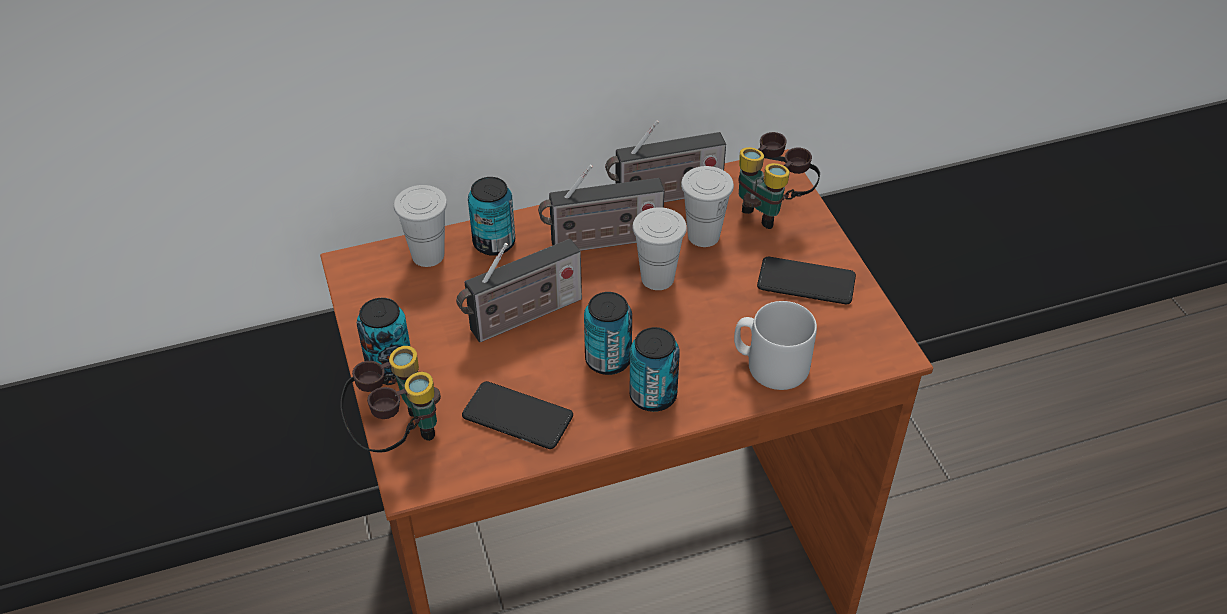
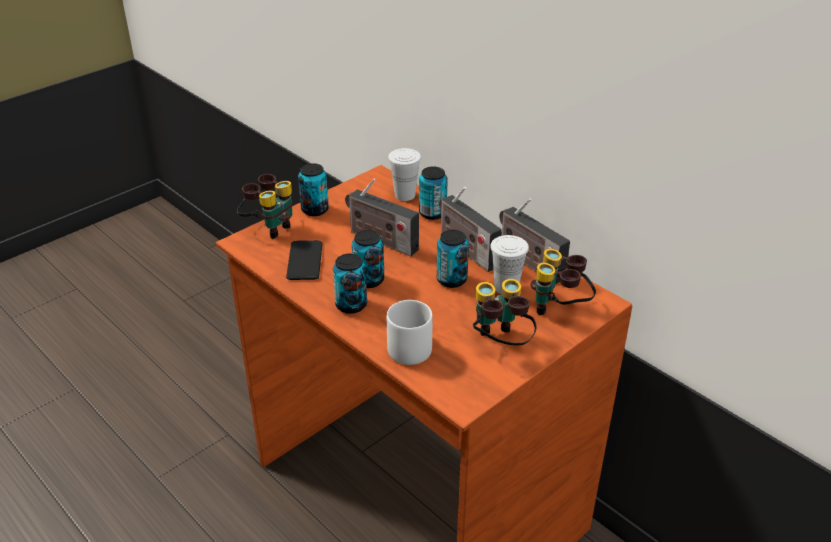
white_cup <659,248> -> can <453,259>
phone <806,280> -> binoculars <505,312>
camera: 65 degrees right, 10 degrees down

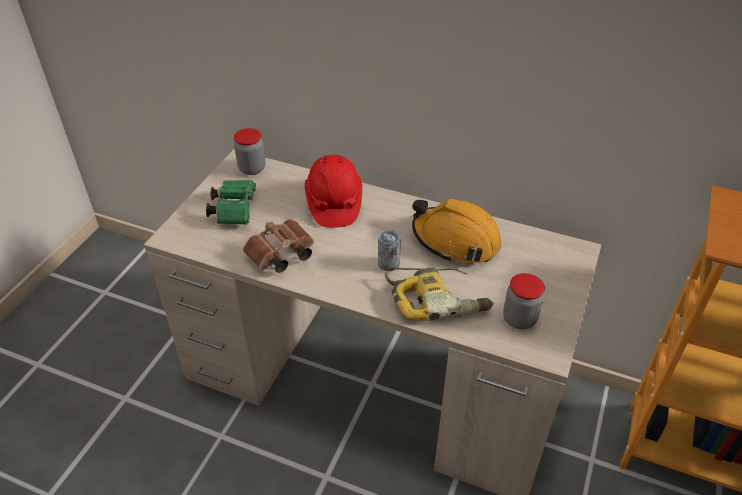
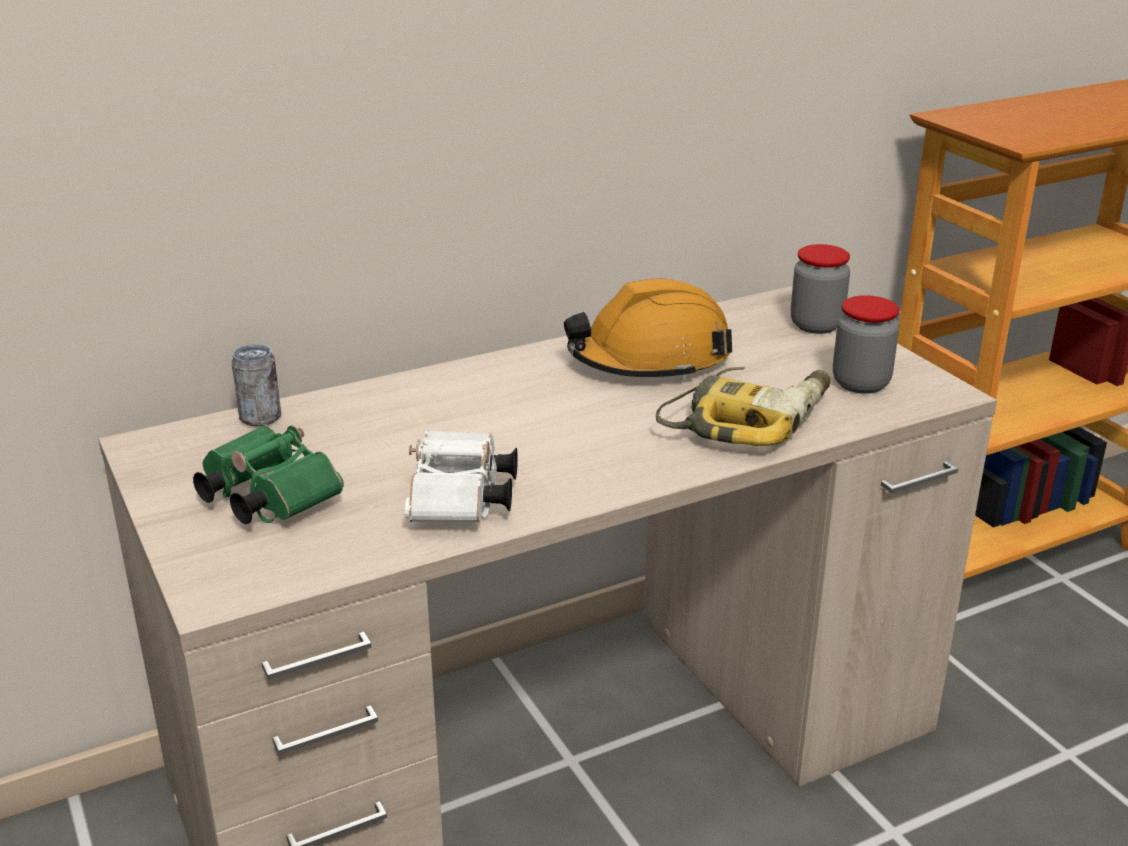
jar <249,151> -> jar <820,289>, moved
brown_binoculars <278,246> -> white_binoculars <461,476>
red_hard_hat <333,191> -> none
can <389,250> -> can <256,385>, moved
camera: 50 degrees left, 15 degrees down

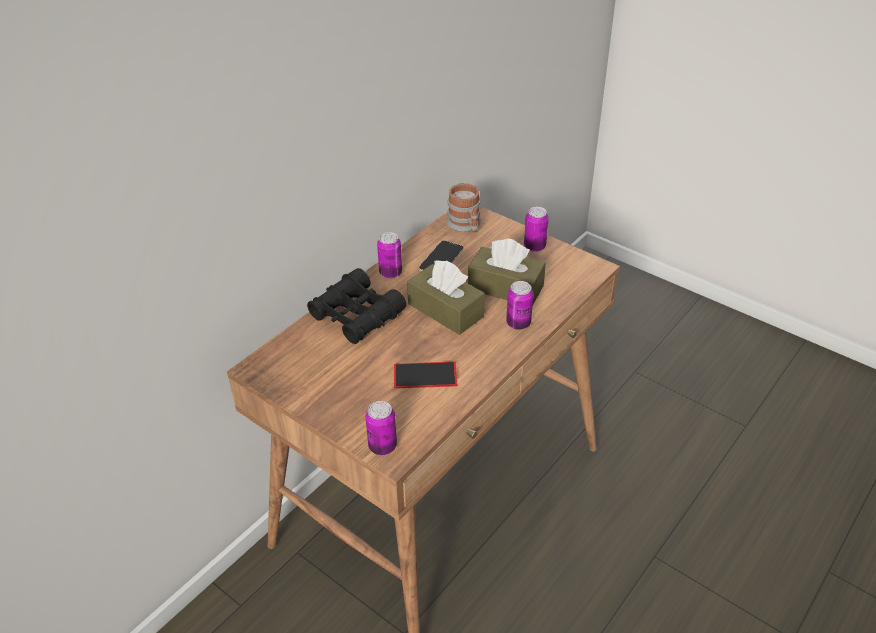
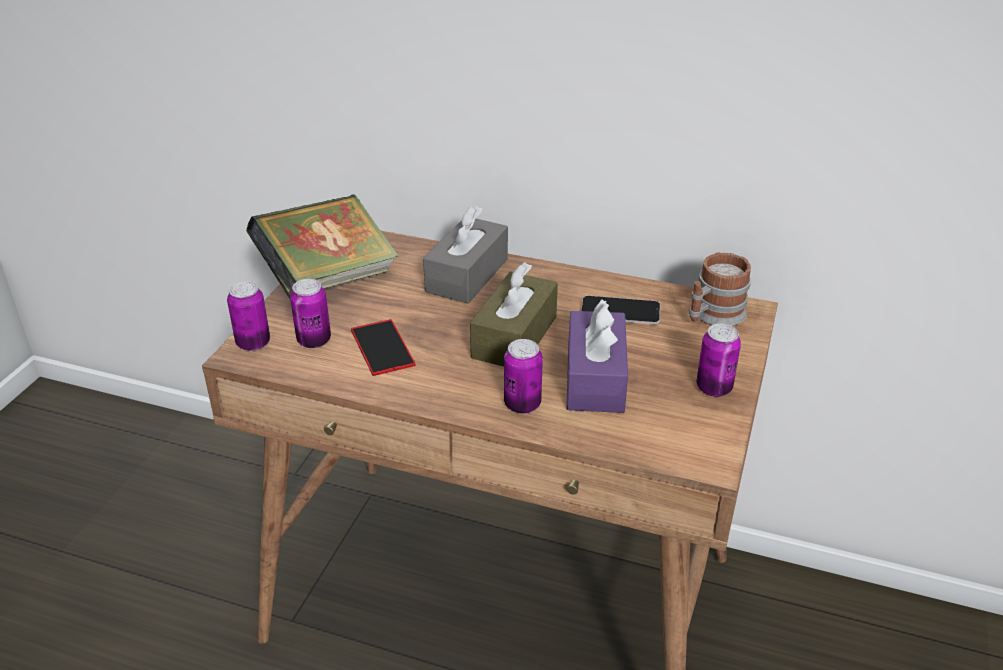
black_binoculars <356,306> -> grey_tissue_box <465,254>
can <389,255> -> can <310,313>, moved
brown_tissue_box <507,271> -> purple_tissue_box <597,356>
none -> book <322,246>
camera: 70 degrees right, 5 degrees down

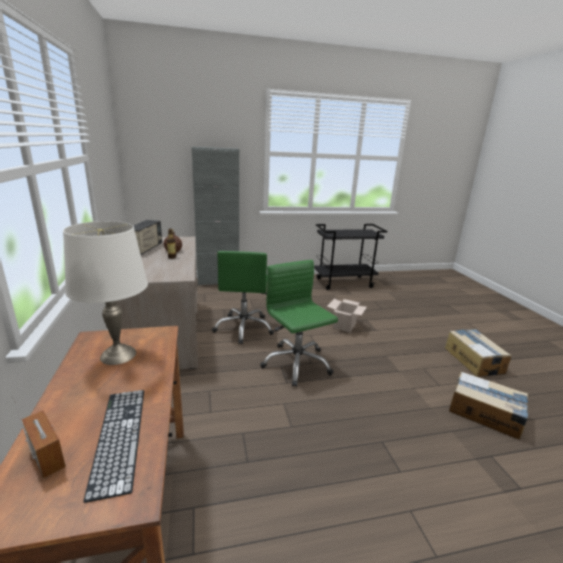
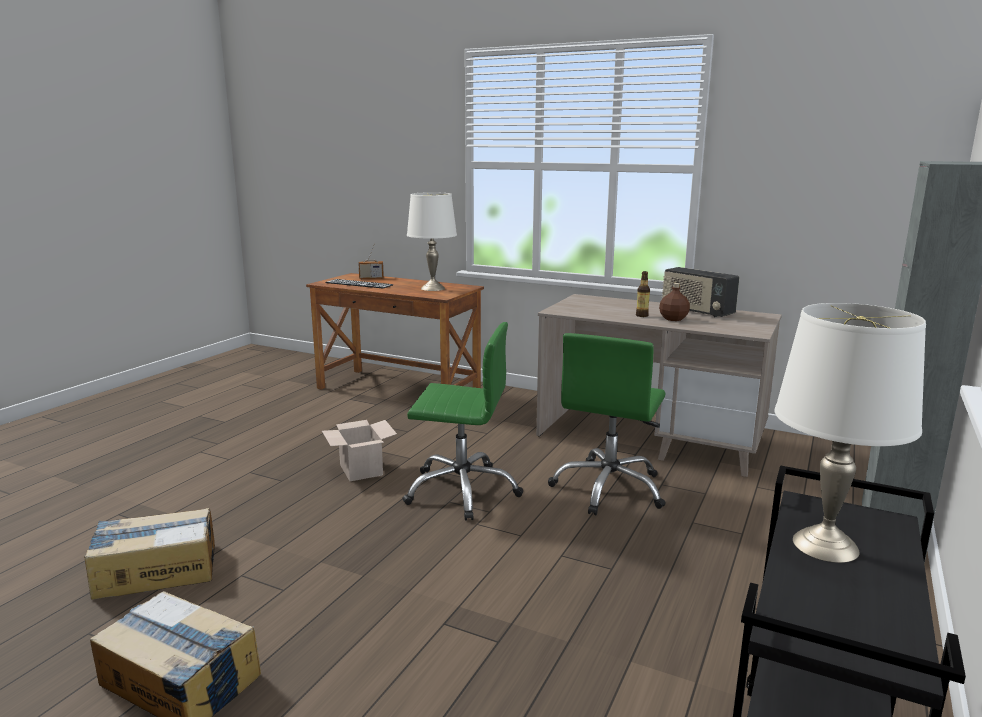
green_office_chair <243,298> -> green_office_chair <607,424>, 105 degrees counterclockwise
cardboard_box <347,315> -> cardboard_box <359,450>, moved
none -> white_table_lamp <850,433>
camera: 130 degrees right, 5 degrees down

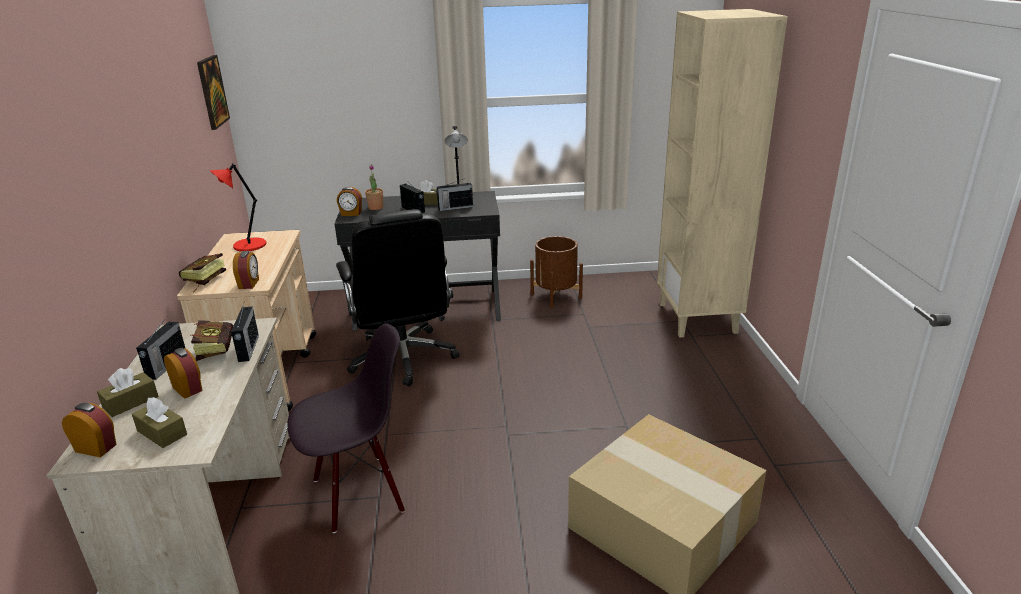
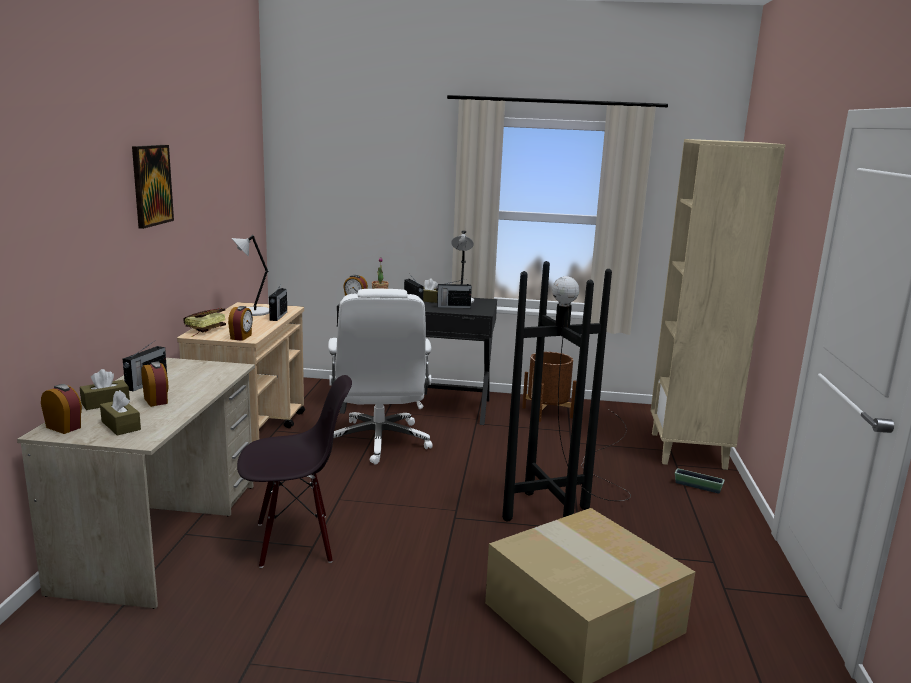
book <212,340> -> none
picture <213,92> -> picture <153,187>, moved
red_table_lamp <238,207> -> grey_table_lamp <250,275>
radio <245,331> -> radio <278,302>, moved
black_office_chair <398,297> -> white_office_chair <380,377>
none -> black_floor_lamp <566,391>
none -> planter <700,480>
camera: 10 degrees right, 10 degrees down

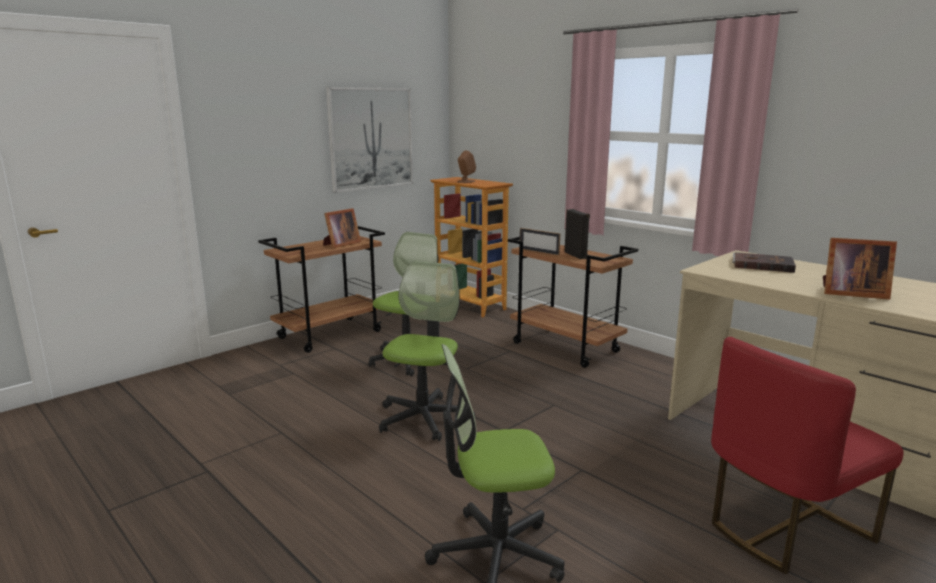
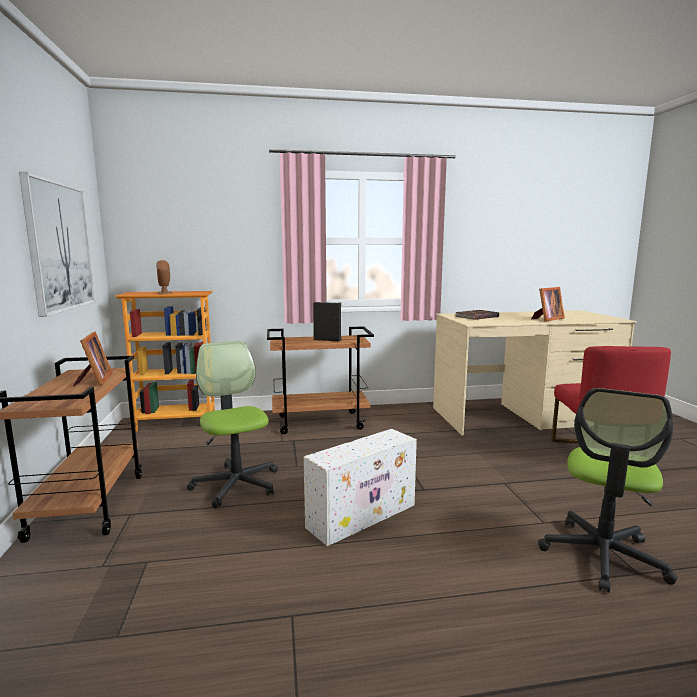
office_chair <427,351> -> white_storage_box <360,487>
picture_frame <539,241> -> none
camera: 55 degrees left, 5 degrees down

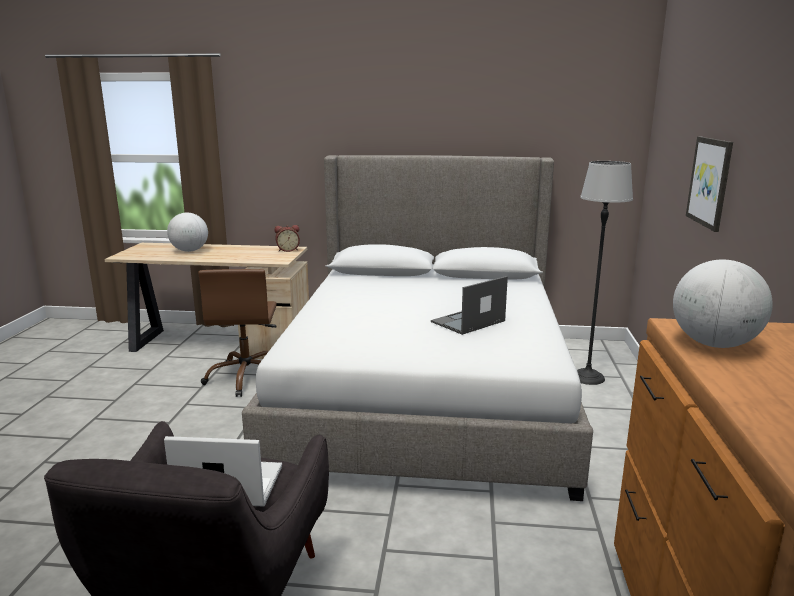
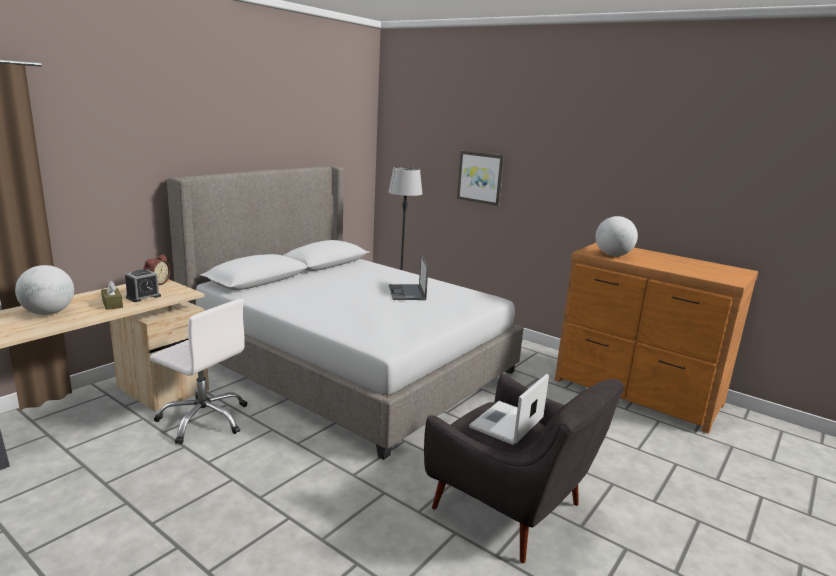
brown_office_chair <237,333> -> white_office_chair <198,371>
none -> brown_tissue_box <112,295>
none -> alarm_clock <143,286>
camera: 60 degrees left, 0 degrees up

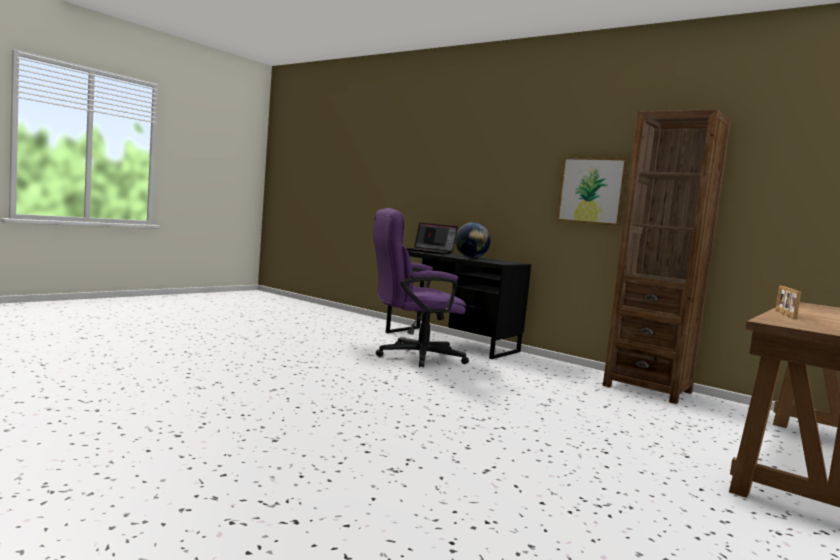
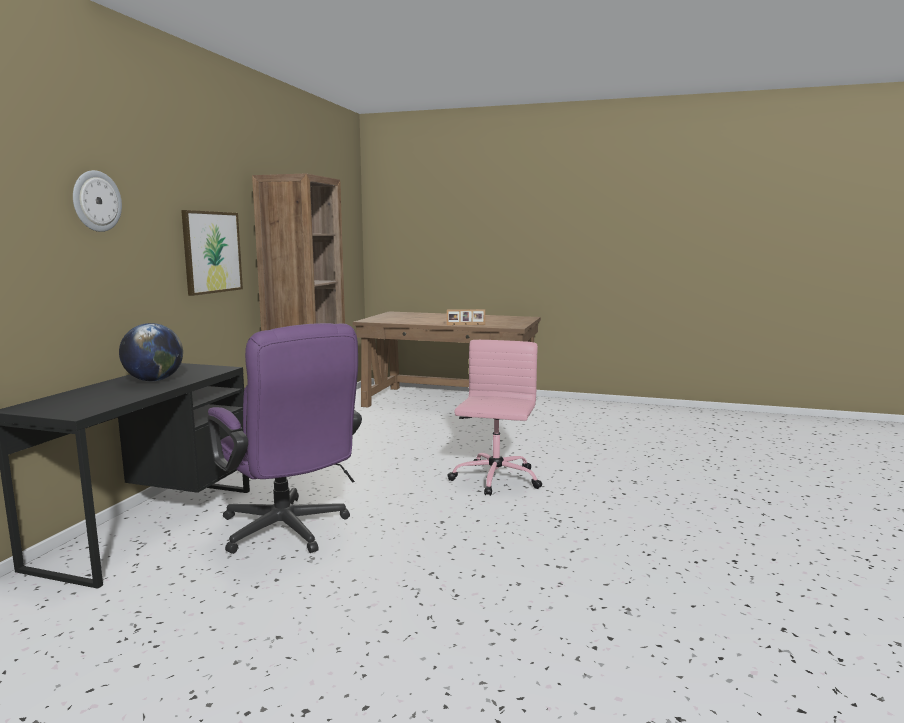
laptop <432,238> -> none
none -> wall_clock <97,201>
none -> pink_office_chair <494,418>
camera: 110 degrees left, 5 degrees up

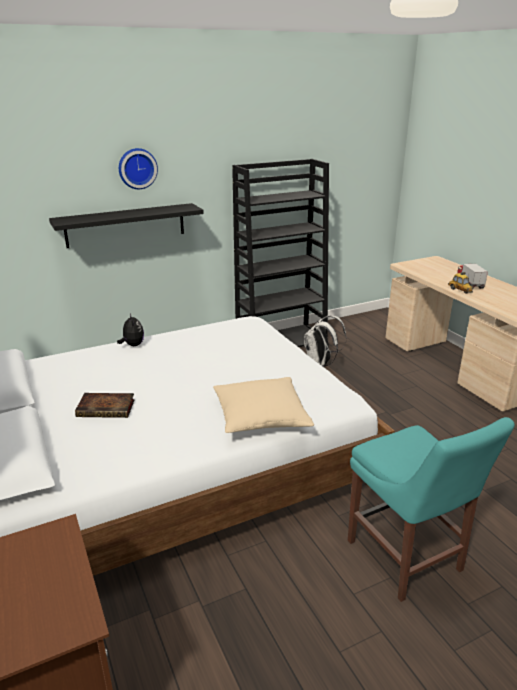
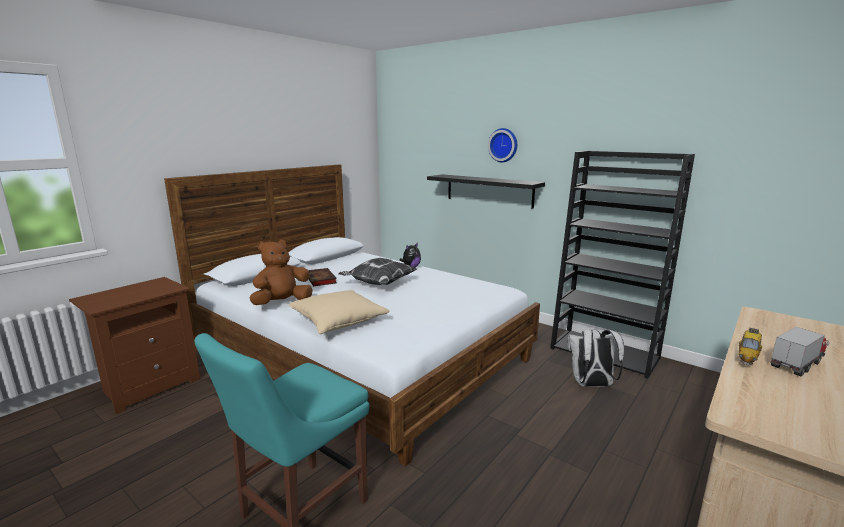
none -> brown_plush_toy <281,272>
none -> pillow <377,271>
camera: 65 degrees right, 10 degrees down

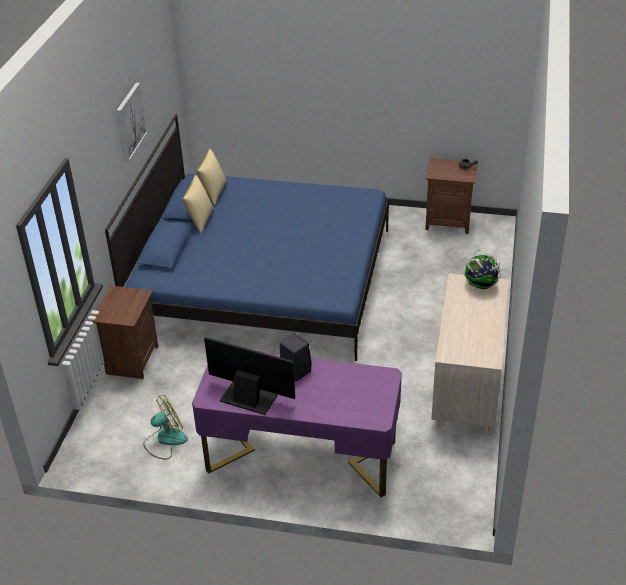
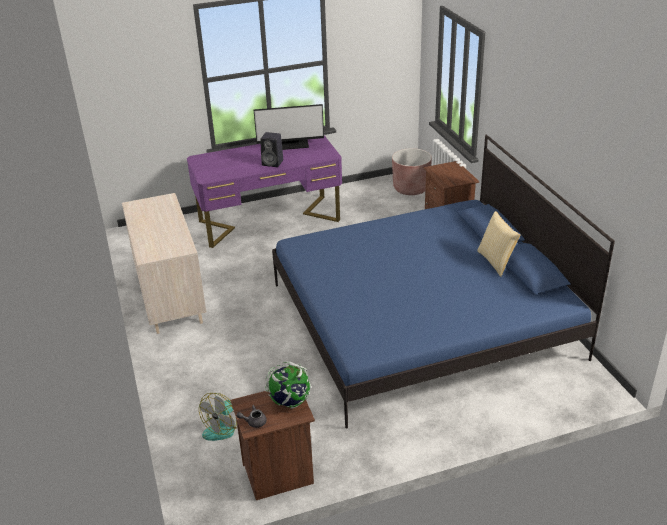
picture <132,122> -> none
fan <165,427> -> fan <218,417>, moved
pillow <212,177> -> none
globe <483,269> -> globe <288,385>, moved
none -> brown_planter <412,171>
camera: 150 degrees right, 5 degrees down

